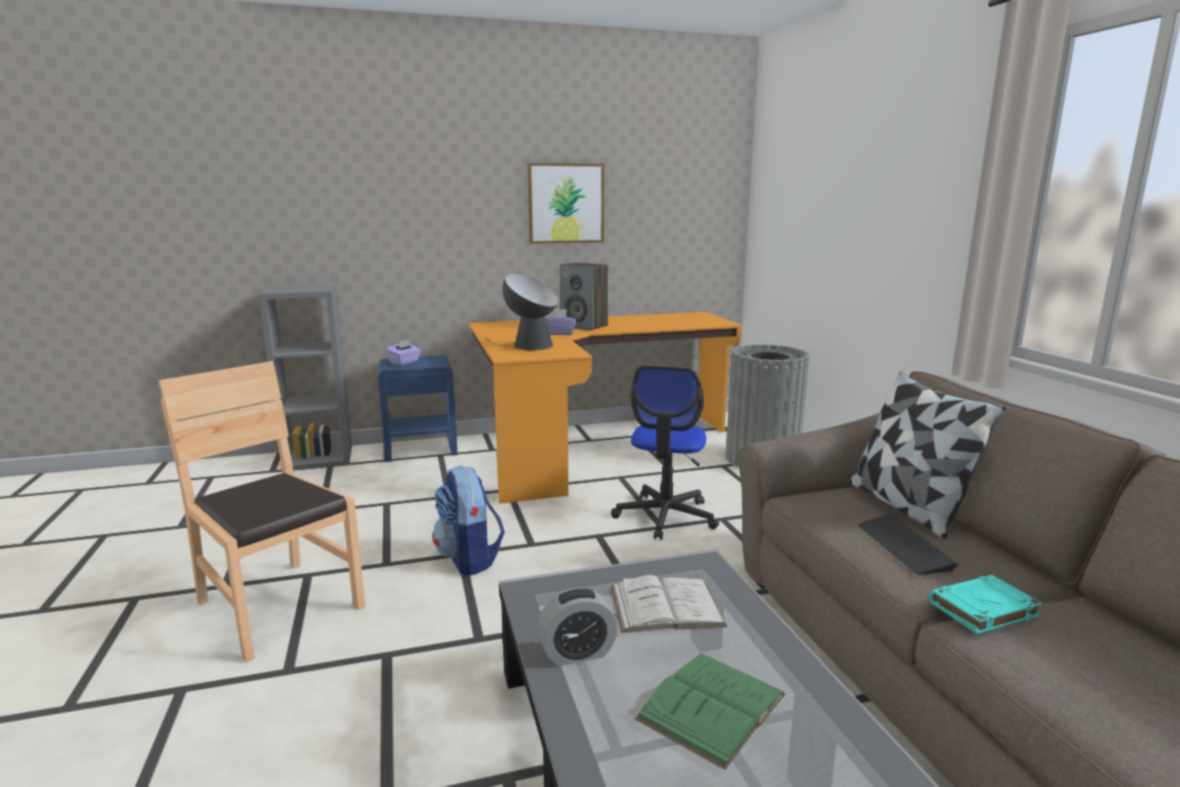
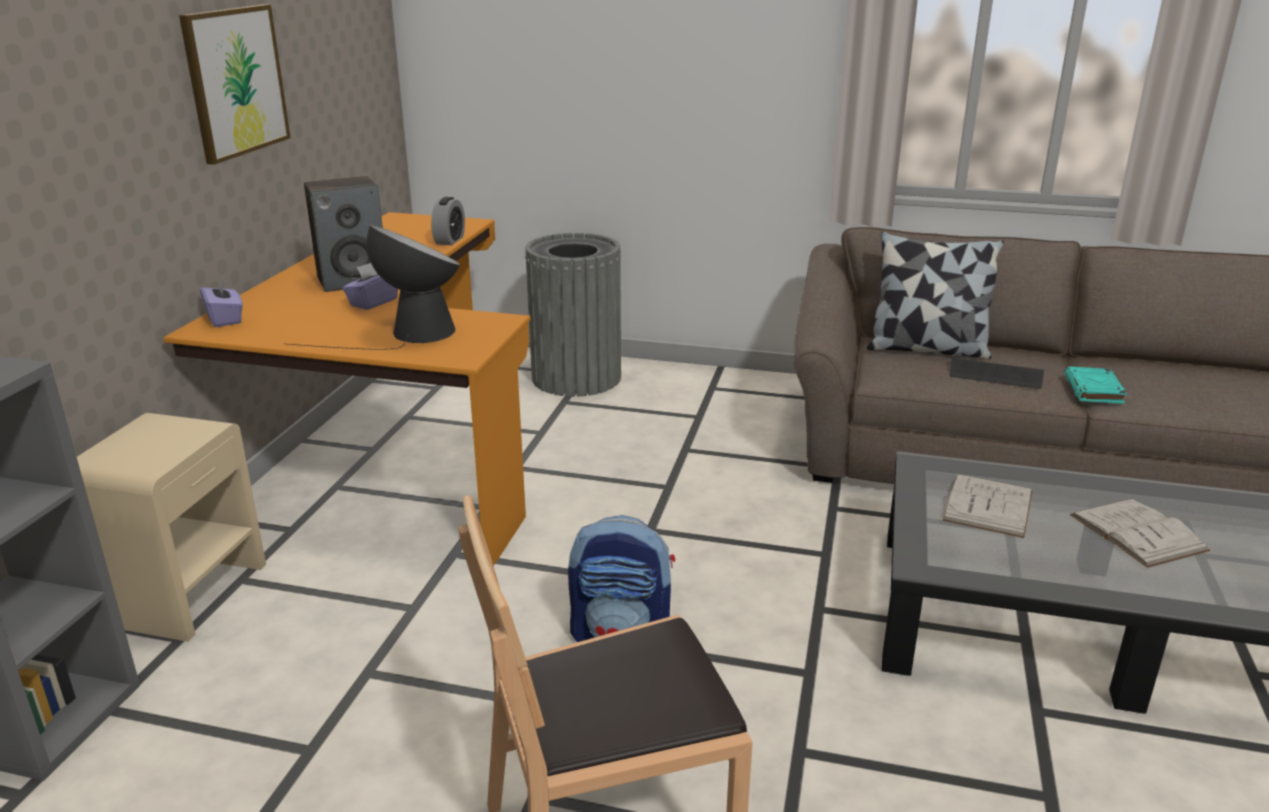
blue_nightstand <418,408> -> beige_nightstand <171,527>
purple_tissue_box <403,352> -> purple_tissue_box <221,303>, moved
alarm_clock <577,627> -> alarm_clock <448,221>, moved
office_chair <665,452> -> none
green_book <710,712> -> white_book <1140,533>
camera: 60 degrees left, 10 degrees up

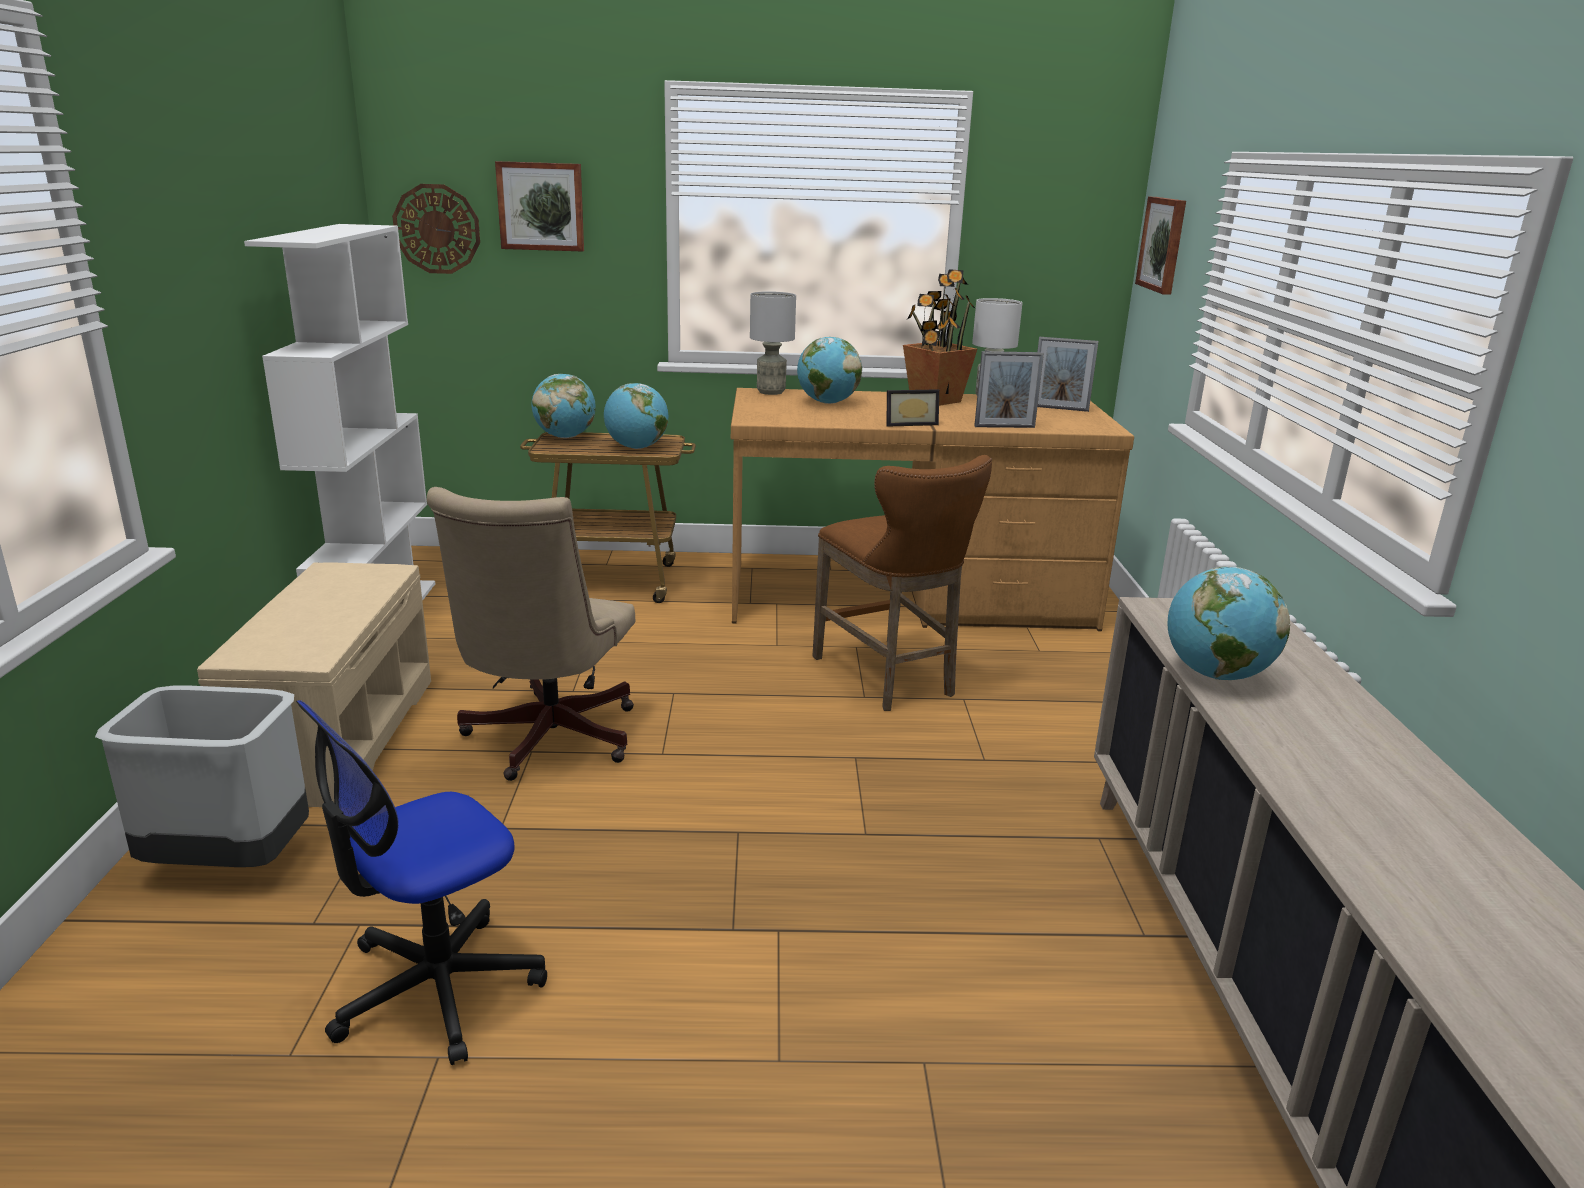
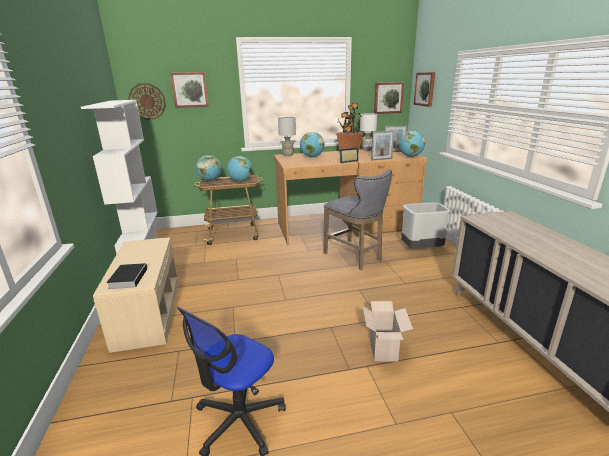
grey_trash_can <202,776> -> grey_trash_can <426,225>, moved
beige_office_chair <531,634> -> none
brown_stool <902,583> -> grey_stool <357,219>
globe <1228,623> -> globe <412,144>, moved
none -> book <126,276>
none -> cardboard_box <388,331>
none -> picture <389,98>
camera: 10 degrees left, 0 degrees up

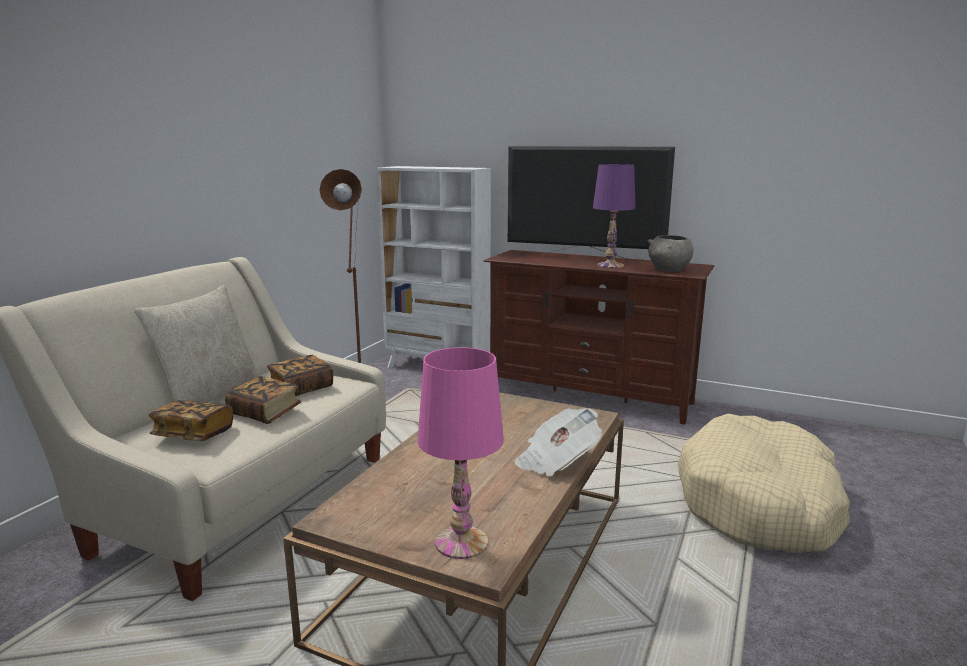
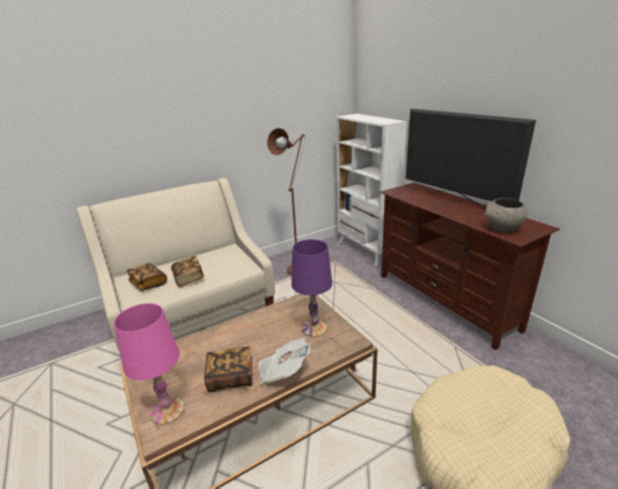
beige_pillow <197,344> -> none
book <300,375> -> book <228,369>, moved
purple_table_lamp <614,216> -> purple_table_lamp <311,288>, moved
camera: 35 degrees right, 10 degrees up

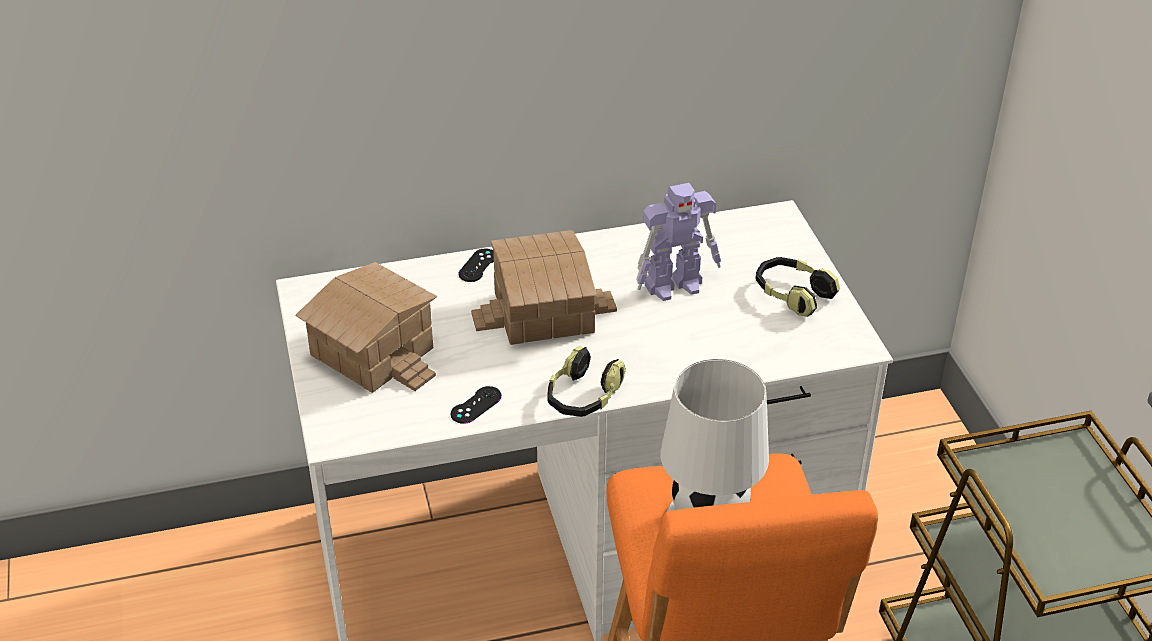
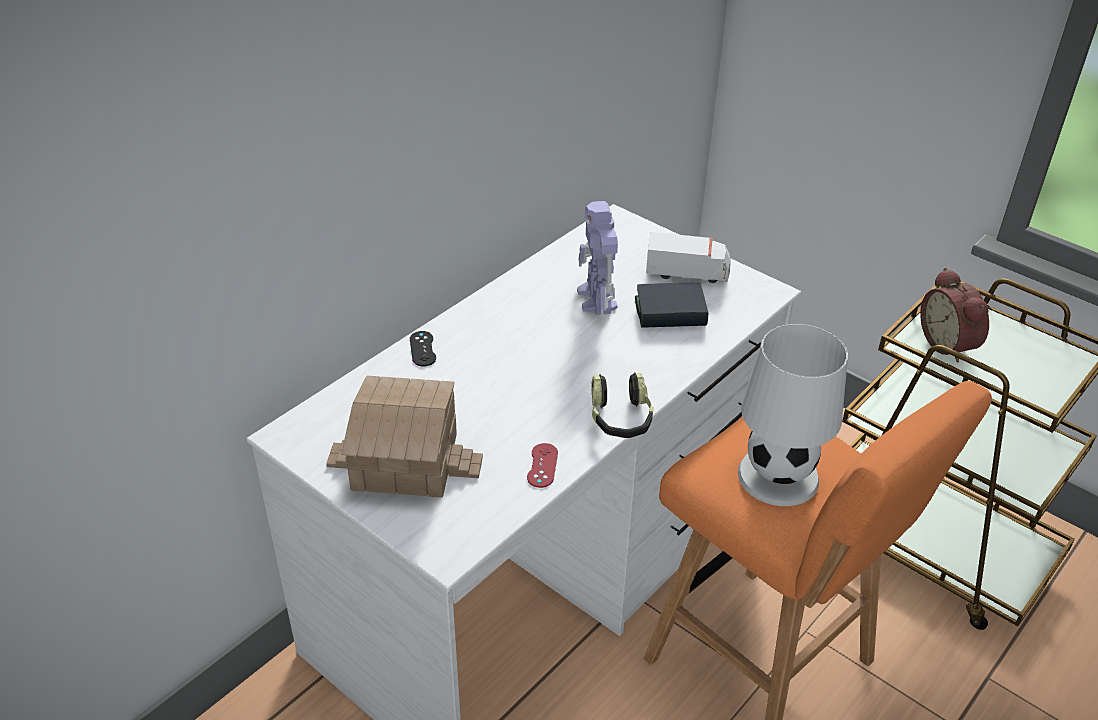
black_game_controller <476,405> -> red_game_controller <542,465>
toy_house <544,287> -> none
toy_robot <678,242> -> toy_robot <597,258>, 135 degrees clockwise
headphones <798,287> -> toy_truck <688,257>
none -> book <671,305>
none -> alarm_clock <954,315>
camera: 35 degrees left, 0 degrees up

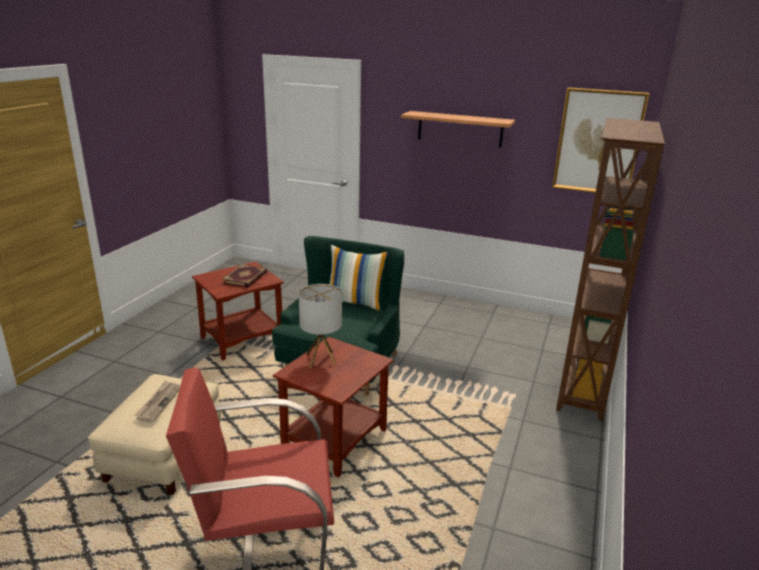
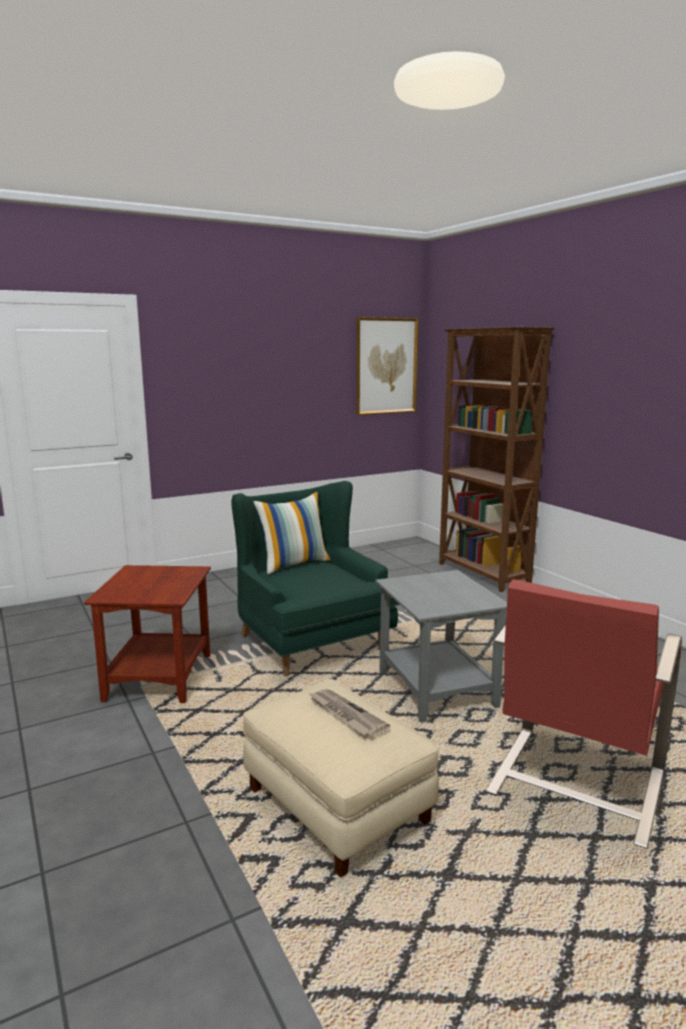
book <244,276> -> none
brown_side_table <333,407> -> grey_side_table <441,646>
table_lamp <320,326> -> none
shelf <458,129> -> none
camera: 50 degrees left, 10 degrees down

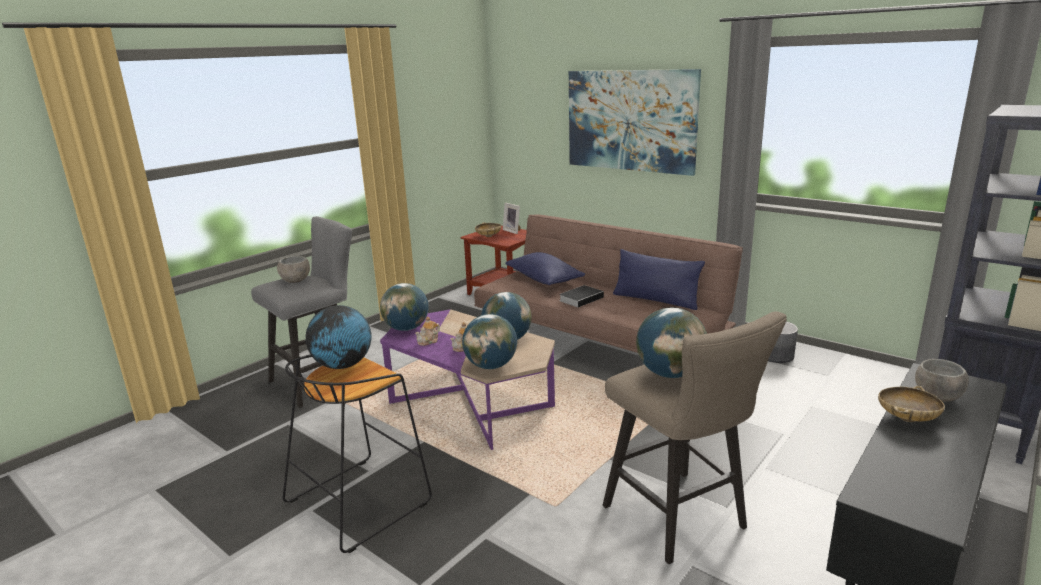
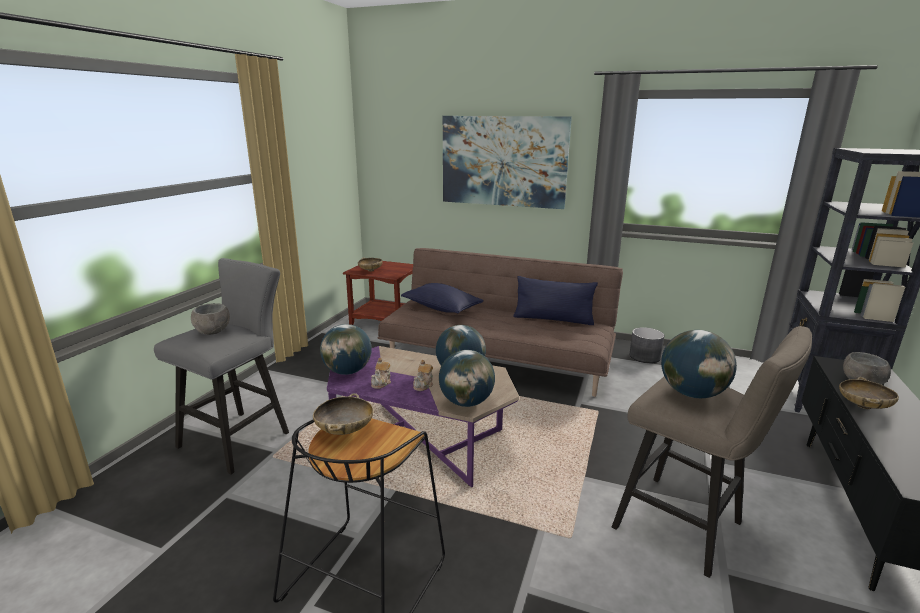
globe <338,337> -> beige_bowl <343,414>
picture_frame <512,218> -> none
book <581,296> -> none
camera: 20 degrees left, 0 degrees up

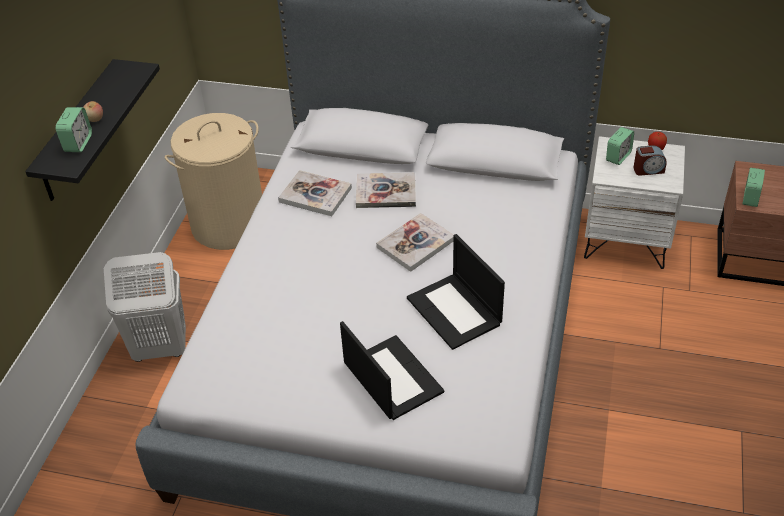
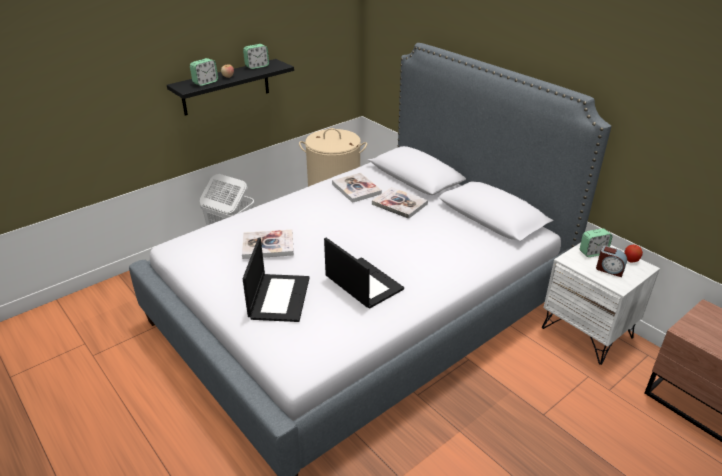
book <415,242> -> book <268,244>, moved
laptop <456,292> -> laptop <364,273>, 135 degrees clockwise
alarm_clock <754,187> -> alarm_clock <256,56>, moved
camera: 35 degrees right, 10 degrees down

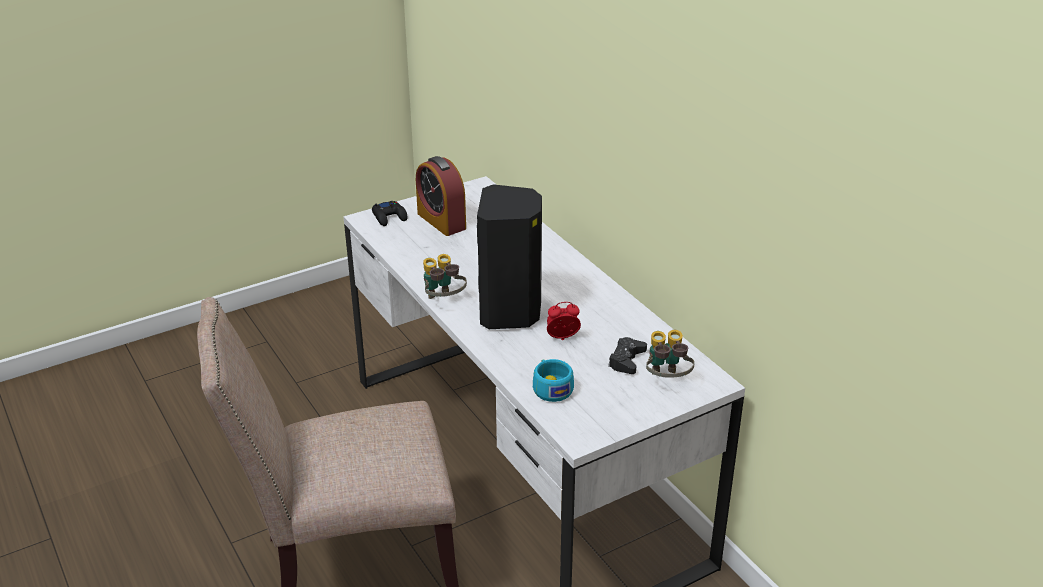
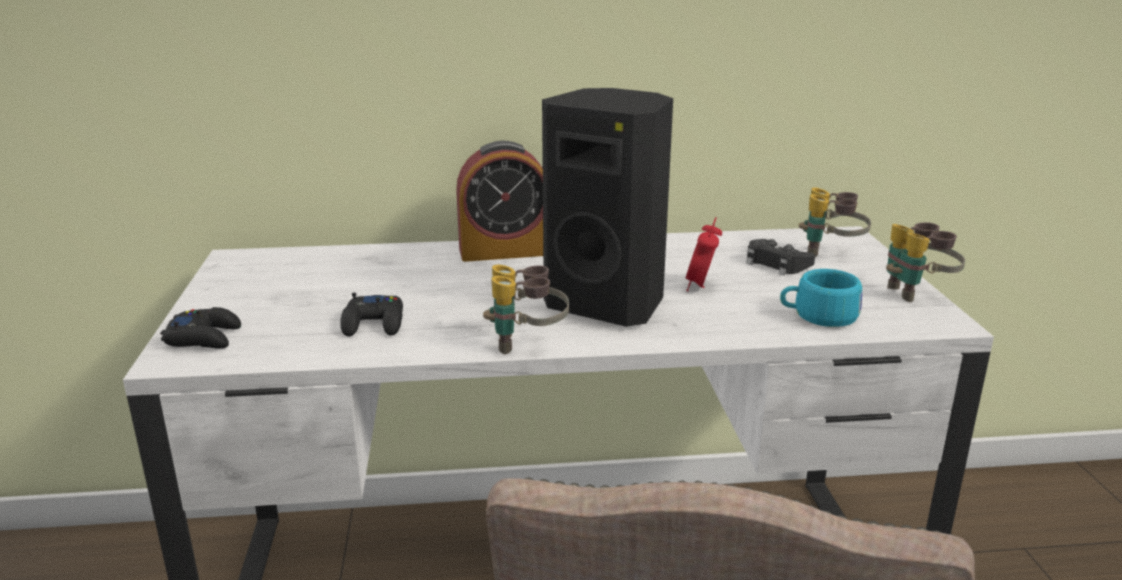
alarm_clock <441,196> -> alarm_clock <499,201>, moved
none -> black_game_controller <371,315>
none -> binoculars <925,262>
camera: 65 degrees left, 10 degrees down

